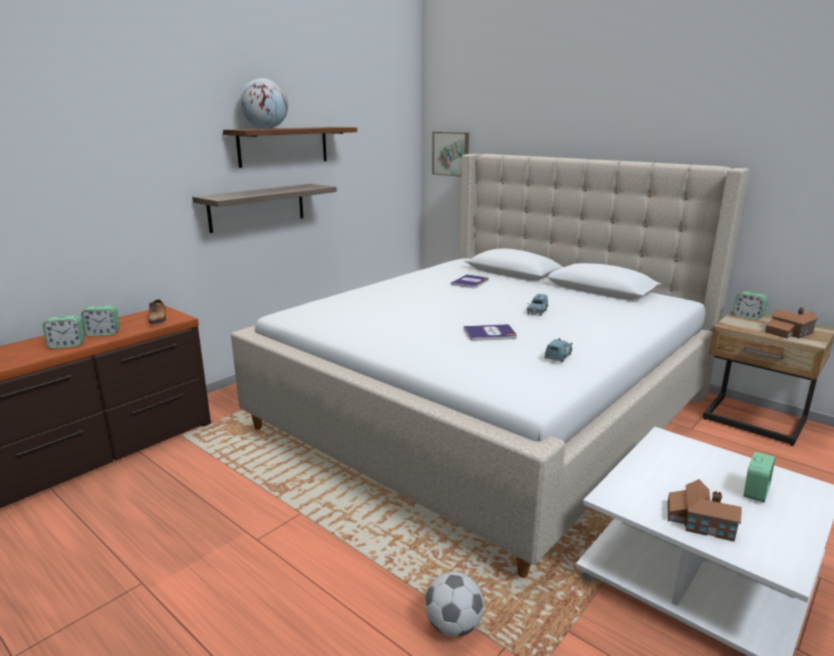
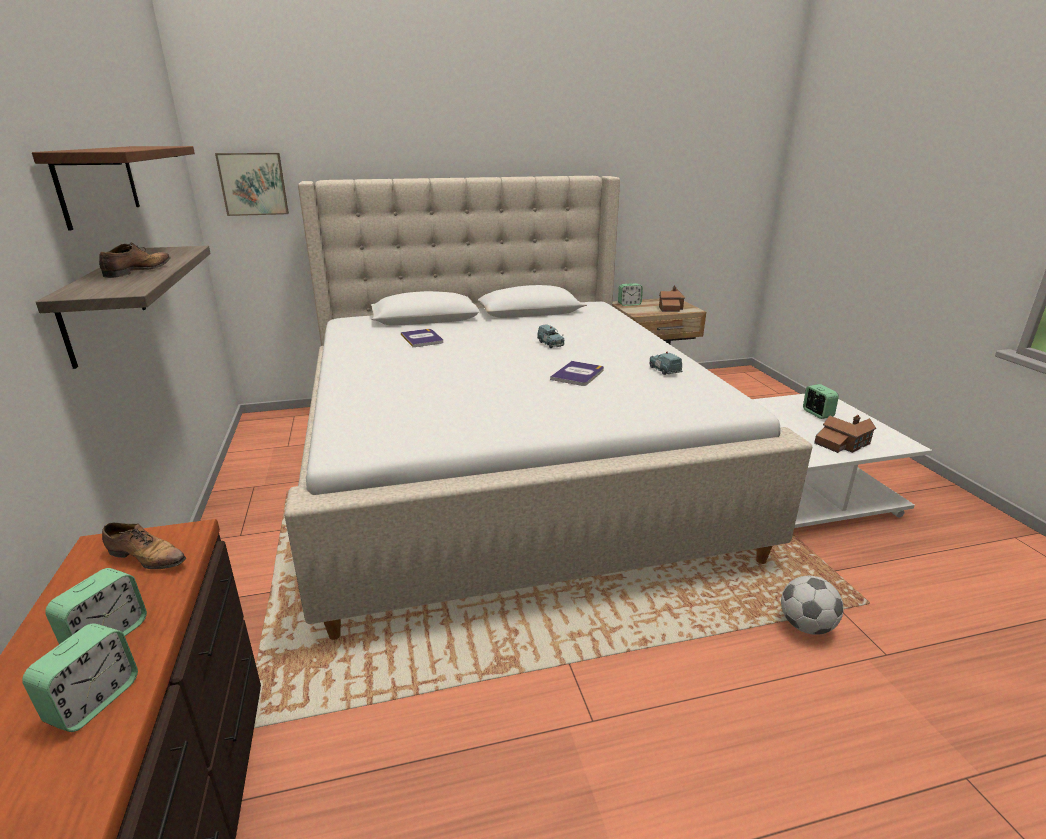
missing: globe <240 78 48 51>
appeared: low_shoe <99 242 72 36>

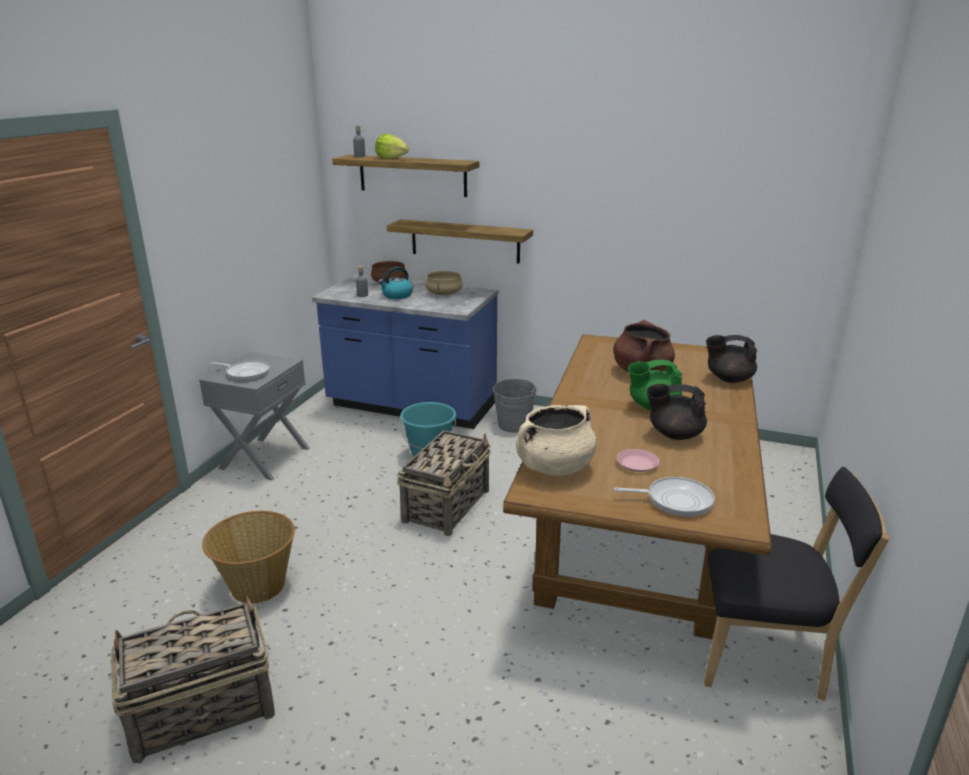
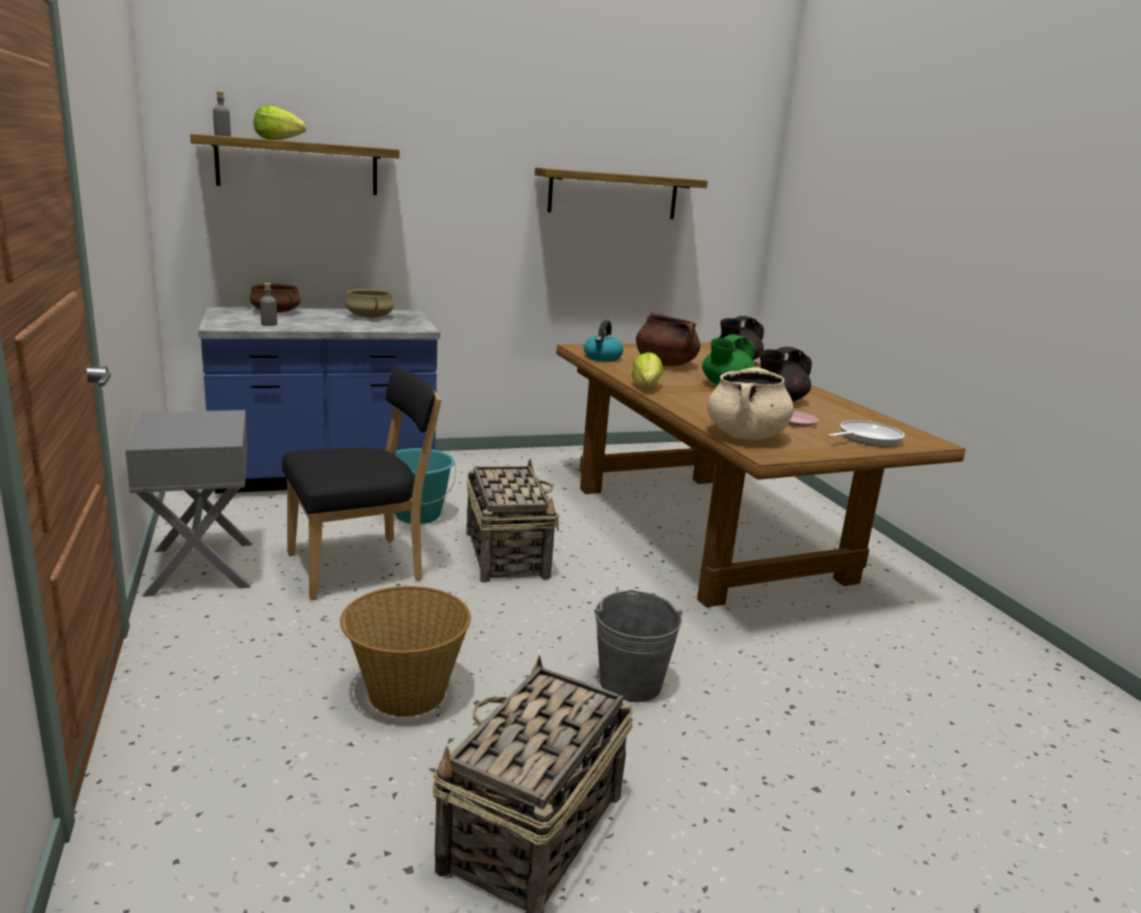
missing: pan <210 361 60 20>
appeared: head_of_lettuce <632 352 31 35>
relocated: bracket_shelf <387 219 146 45> to <535 168 173 51>; water_kettle <378 267 35 32> to <584 320 39 42>; grey_water_bucket <493 379 44 54> to <594 590 89 112>; blackish_plain_chair <697 467 192 234> to <282 367 160 233>

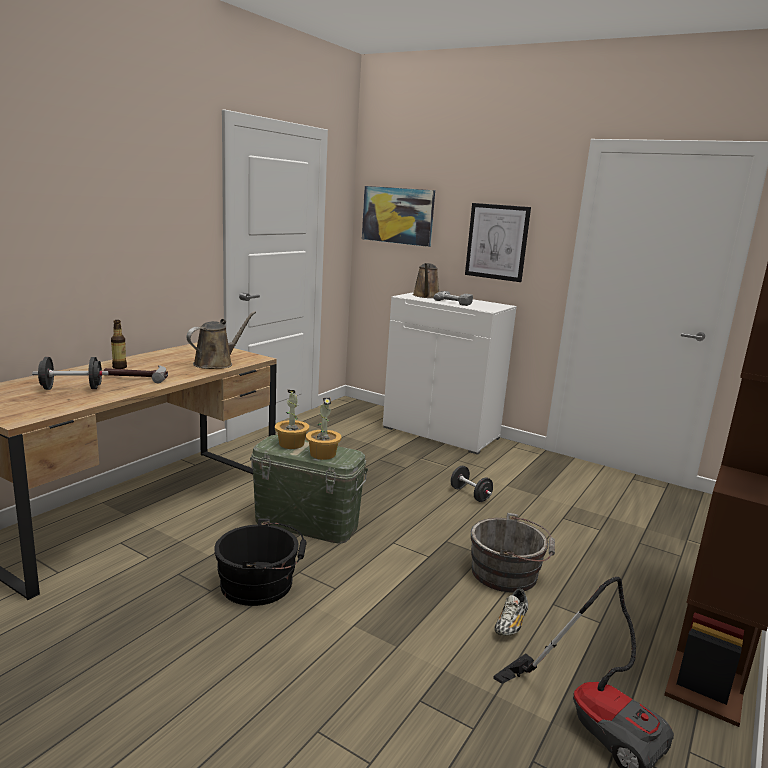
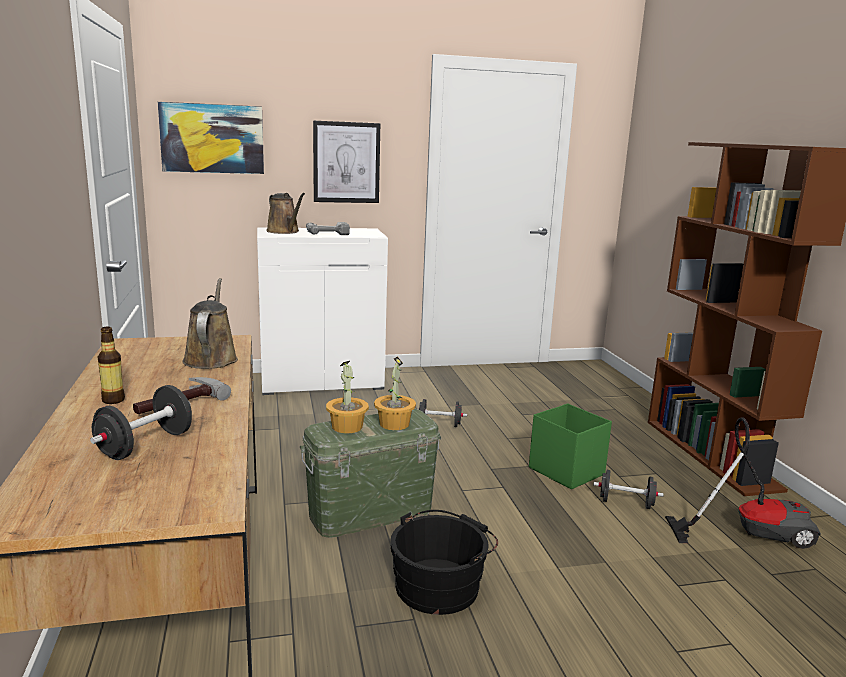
exchanged: grey_water_bucket <471 513 84 80> to green_storage_bin <529 403 83 86>; low_shoe <494 588 34 48> to blackish_hand_weight <593 470 70 39>

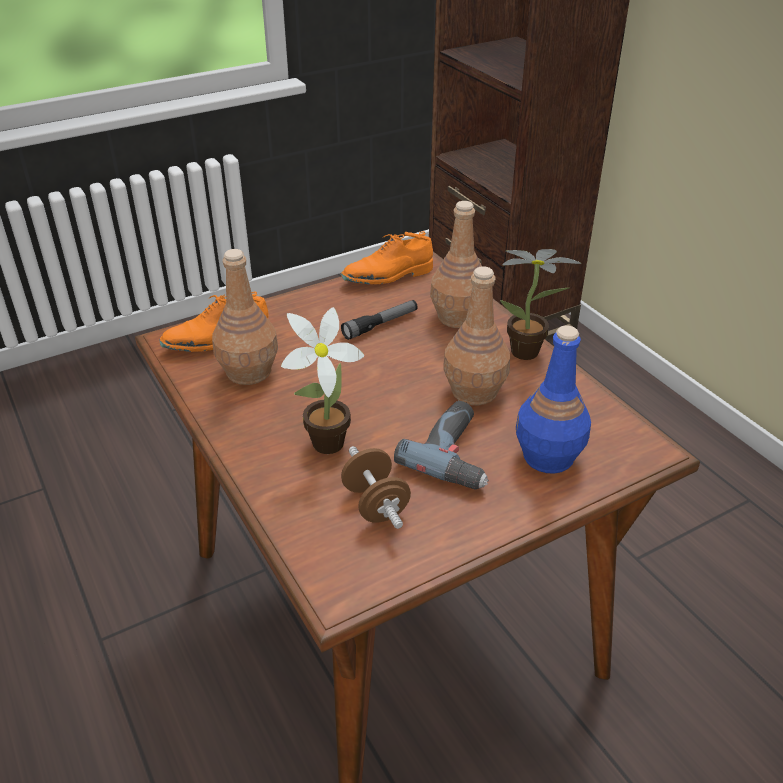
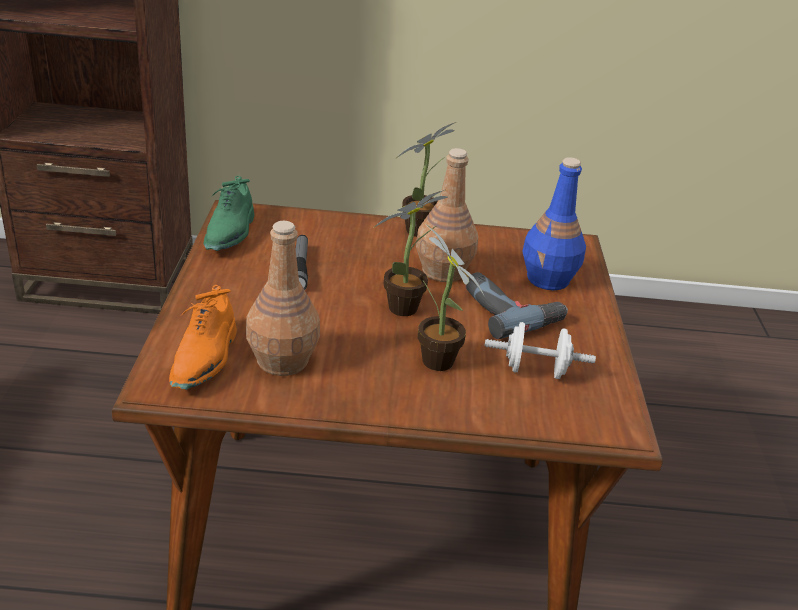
missing: brownish_beverage_bottle <430 201 52 127>
appeared: potted_plant <373 190 75 126>
colour: orange-coloured_low_shoe <341 231 92 53> to green_low_shoe <204 176 50 75>; brownish_hand_weight <341 446 70 83> to white_hand_weight <484 322 112 57>

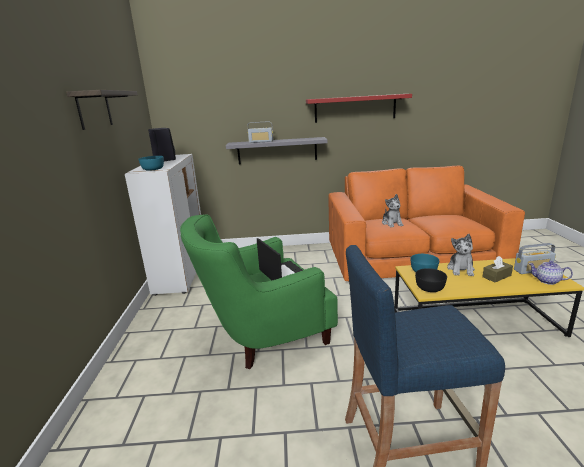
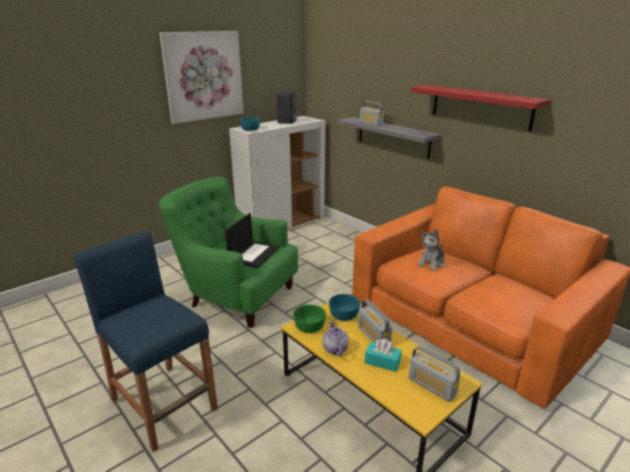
relocated: tea_pot <528 261 45 24> to <322 321 27 35>
exchanged: bracket_shelf <66 90 72 40> to wall_art <159 31 85 93>; soft_toy <447 234 28 42> to radio_set <358 299 34 44>
colour: brownish_tissue_holder <483 256 30 26> to turquoise_tissue_holder <365 339 37 33>; blackish_serving_bowl <415 268 32 24> to green_serving_bowl <293 305 33 28>

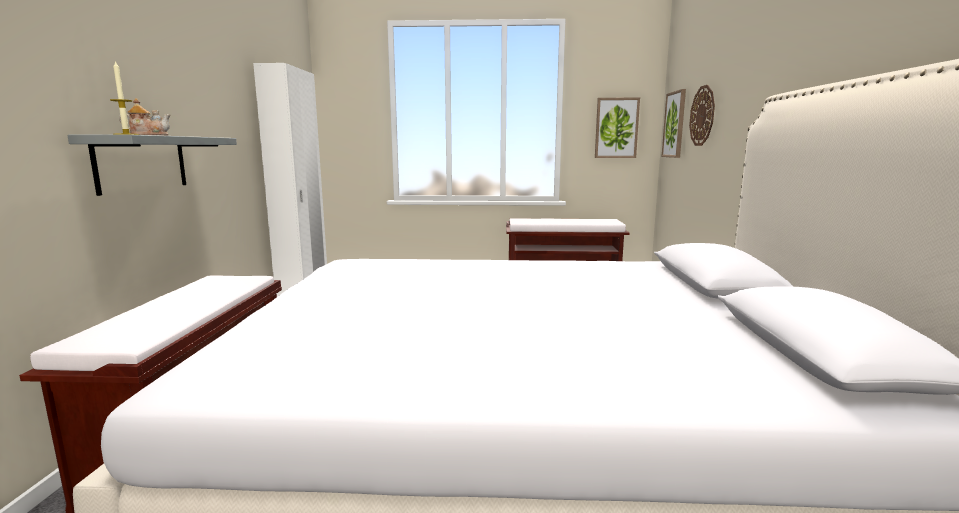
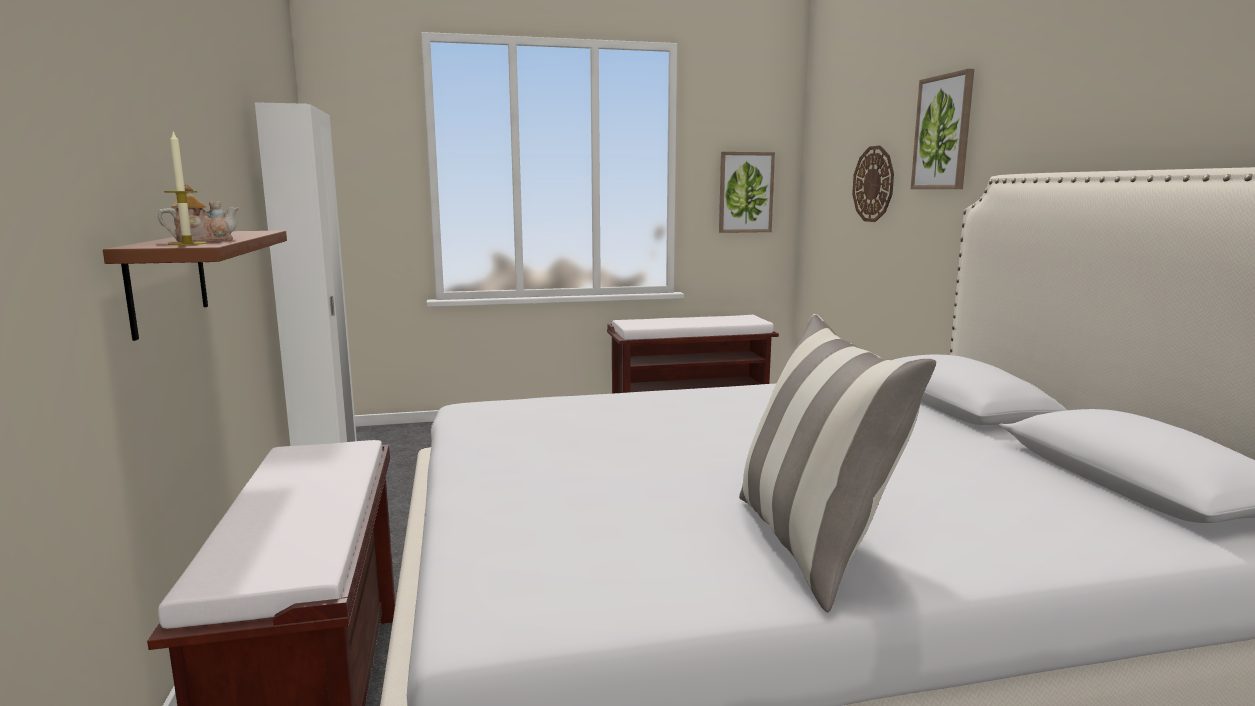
appeared: pillow <739 314 197 298>
relocated: wall_art <661 89 25 69> to <911 69 63 120>
colour: grey_bracket_shelf <67 135 170 61> to brownish_bracket_shelf <103 231 184 110>

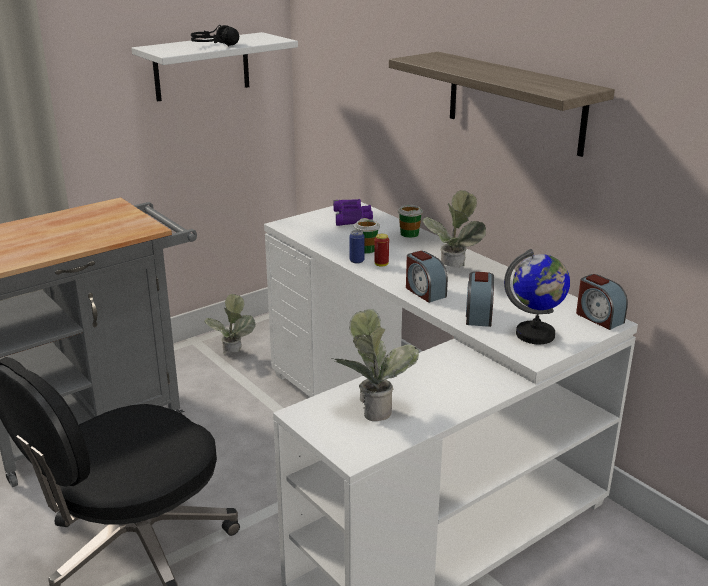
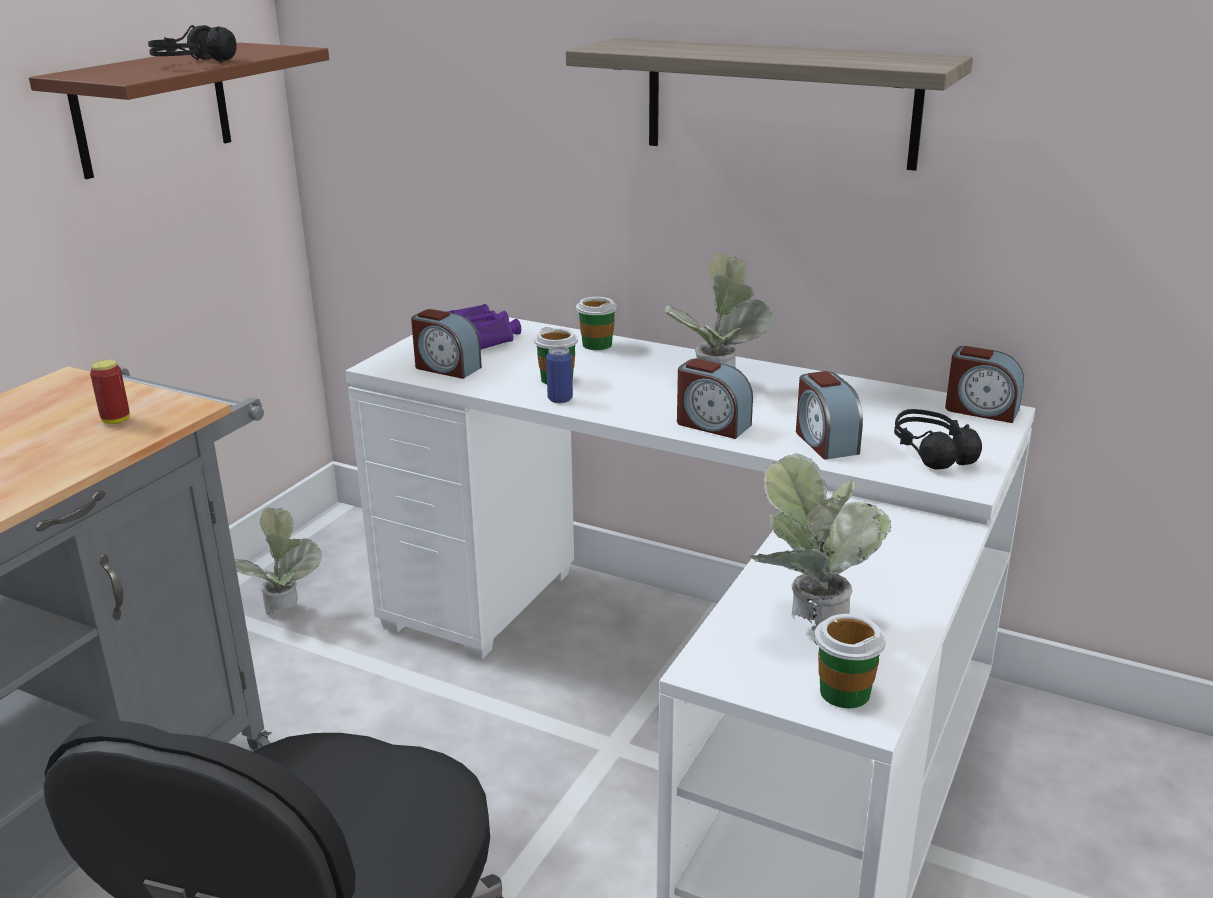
appeared: table_clock <411 309 71 70>; small_cup <815 614 71 94>
relocated: sealed_can <374 234 15 33> to <90 359 40 65>
exchanged: globe <504 249 66 95> to blackish_pair_of_headphones <894 409 88 61>
colour: white_bracket_shelf <131 32 167 70> to brownish_bracket_shelf <29 43 300 136>

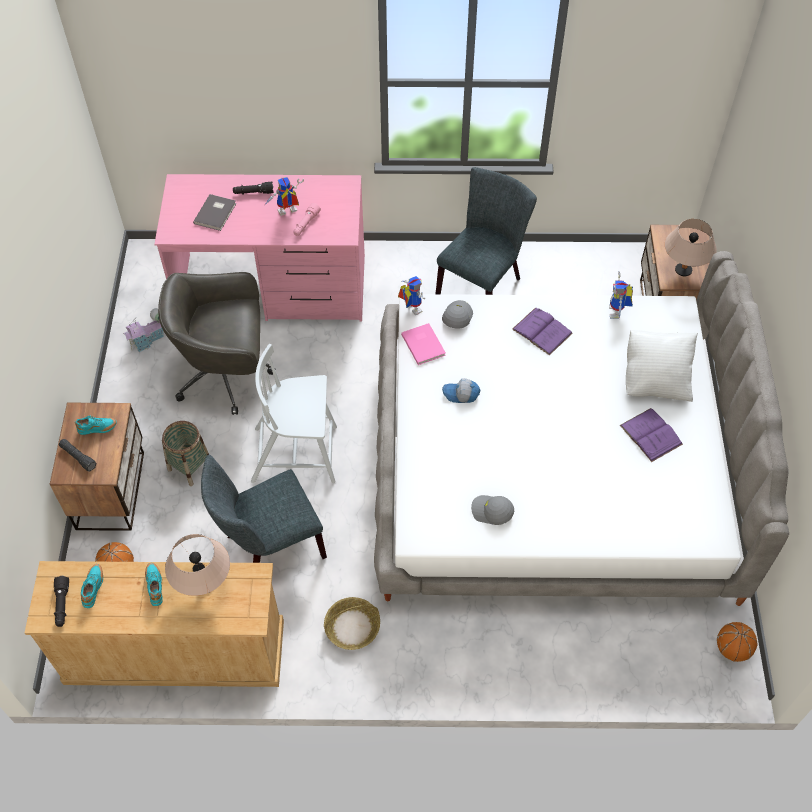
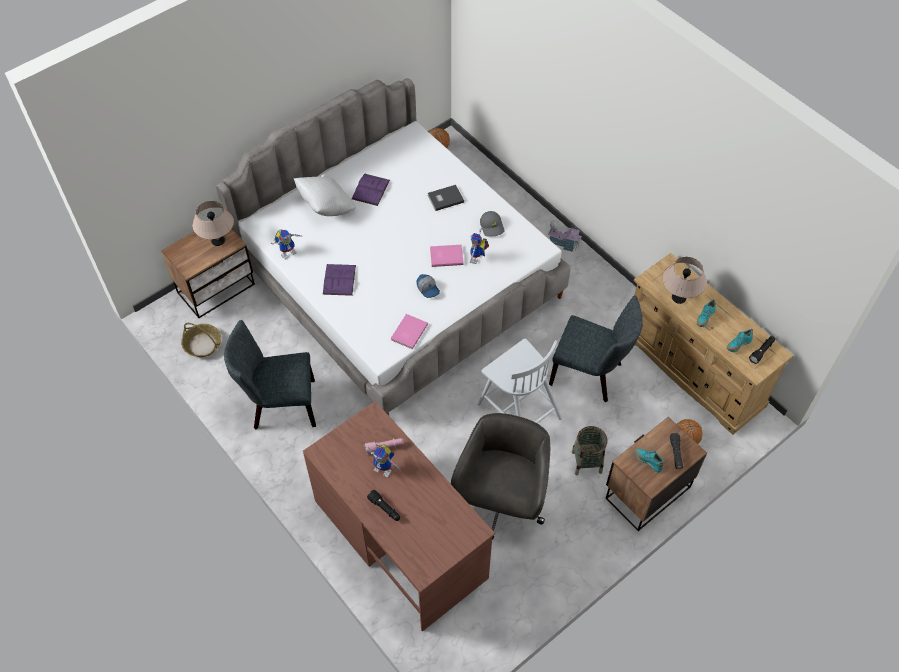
missing: grey_cap <442 300 31 28>
appeared: pink_bound_book <430 245 34 22>
relocated: grey_bound_book <193 194 43 37> to <428 185 36 26>; model_robot <398 276 27 39> to <470 227 19 37>; miniature_house <123 308 41 44> to <548 220 34 32>; basket <324 597 56 53> to <181 323 40 34>
colour: pink_desk <154 174 211 148> to brownish_desk <303 401 192 231>
spun: grey_desk_chair <158 272 118 143> = <451 413 99 127> 120 degrees counterclockwise

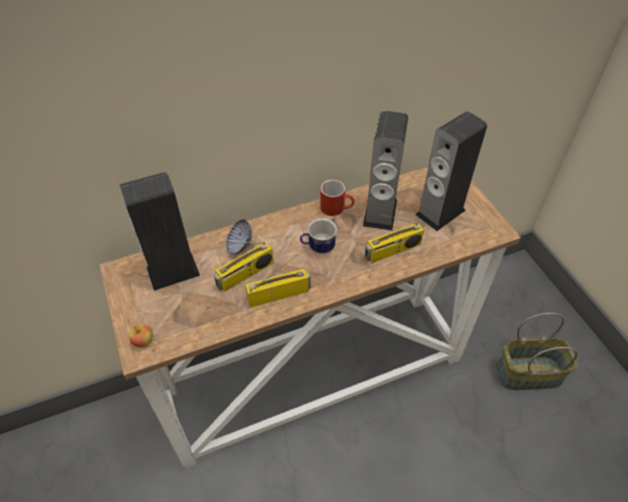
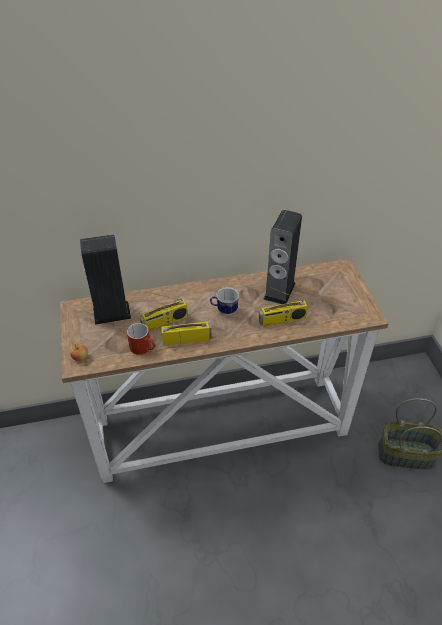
missing: speaker <415 111 72 120>; serving_bowl <226 219 26 36>
relocated: red-coloured_coffee_mug <320 180 35 36> to <127 323 28 32>

